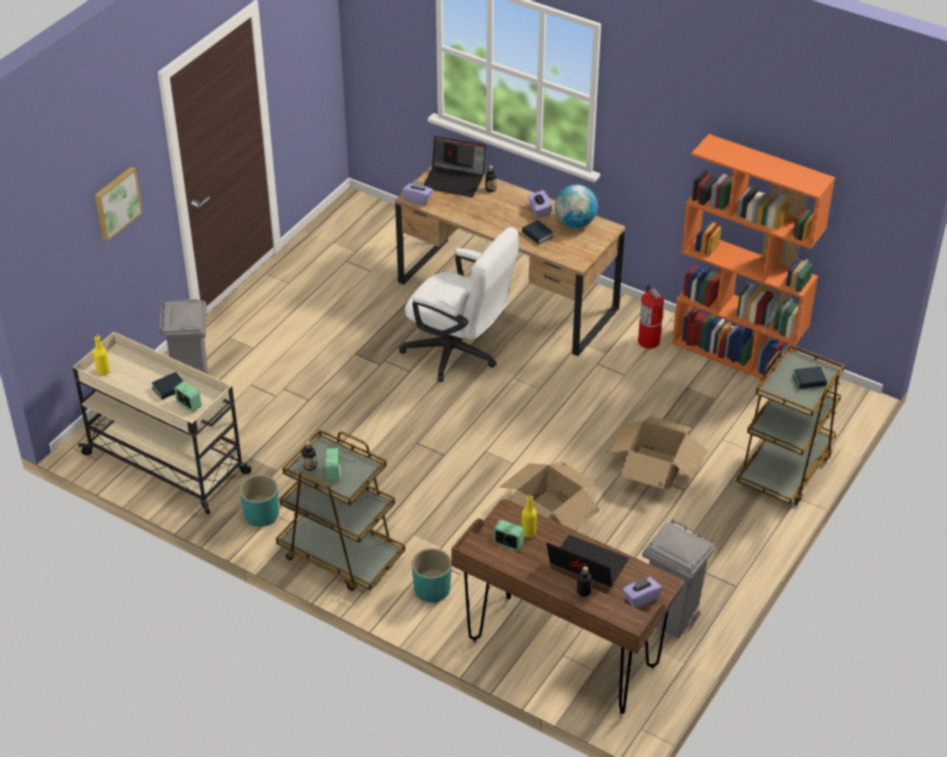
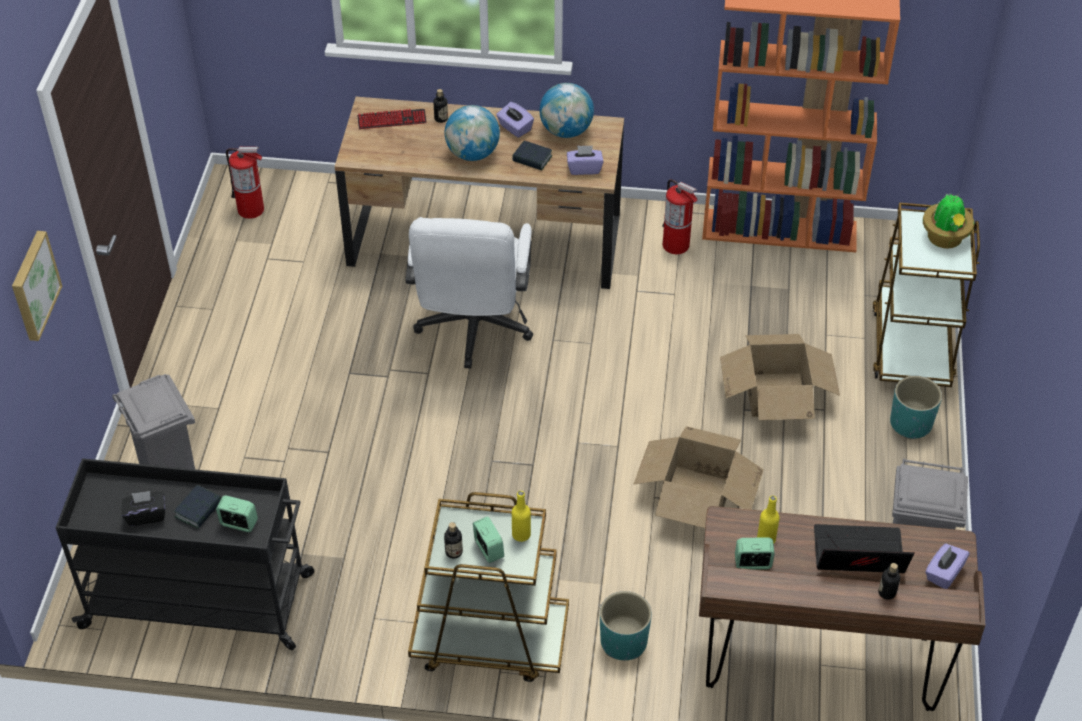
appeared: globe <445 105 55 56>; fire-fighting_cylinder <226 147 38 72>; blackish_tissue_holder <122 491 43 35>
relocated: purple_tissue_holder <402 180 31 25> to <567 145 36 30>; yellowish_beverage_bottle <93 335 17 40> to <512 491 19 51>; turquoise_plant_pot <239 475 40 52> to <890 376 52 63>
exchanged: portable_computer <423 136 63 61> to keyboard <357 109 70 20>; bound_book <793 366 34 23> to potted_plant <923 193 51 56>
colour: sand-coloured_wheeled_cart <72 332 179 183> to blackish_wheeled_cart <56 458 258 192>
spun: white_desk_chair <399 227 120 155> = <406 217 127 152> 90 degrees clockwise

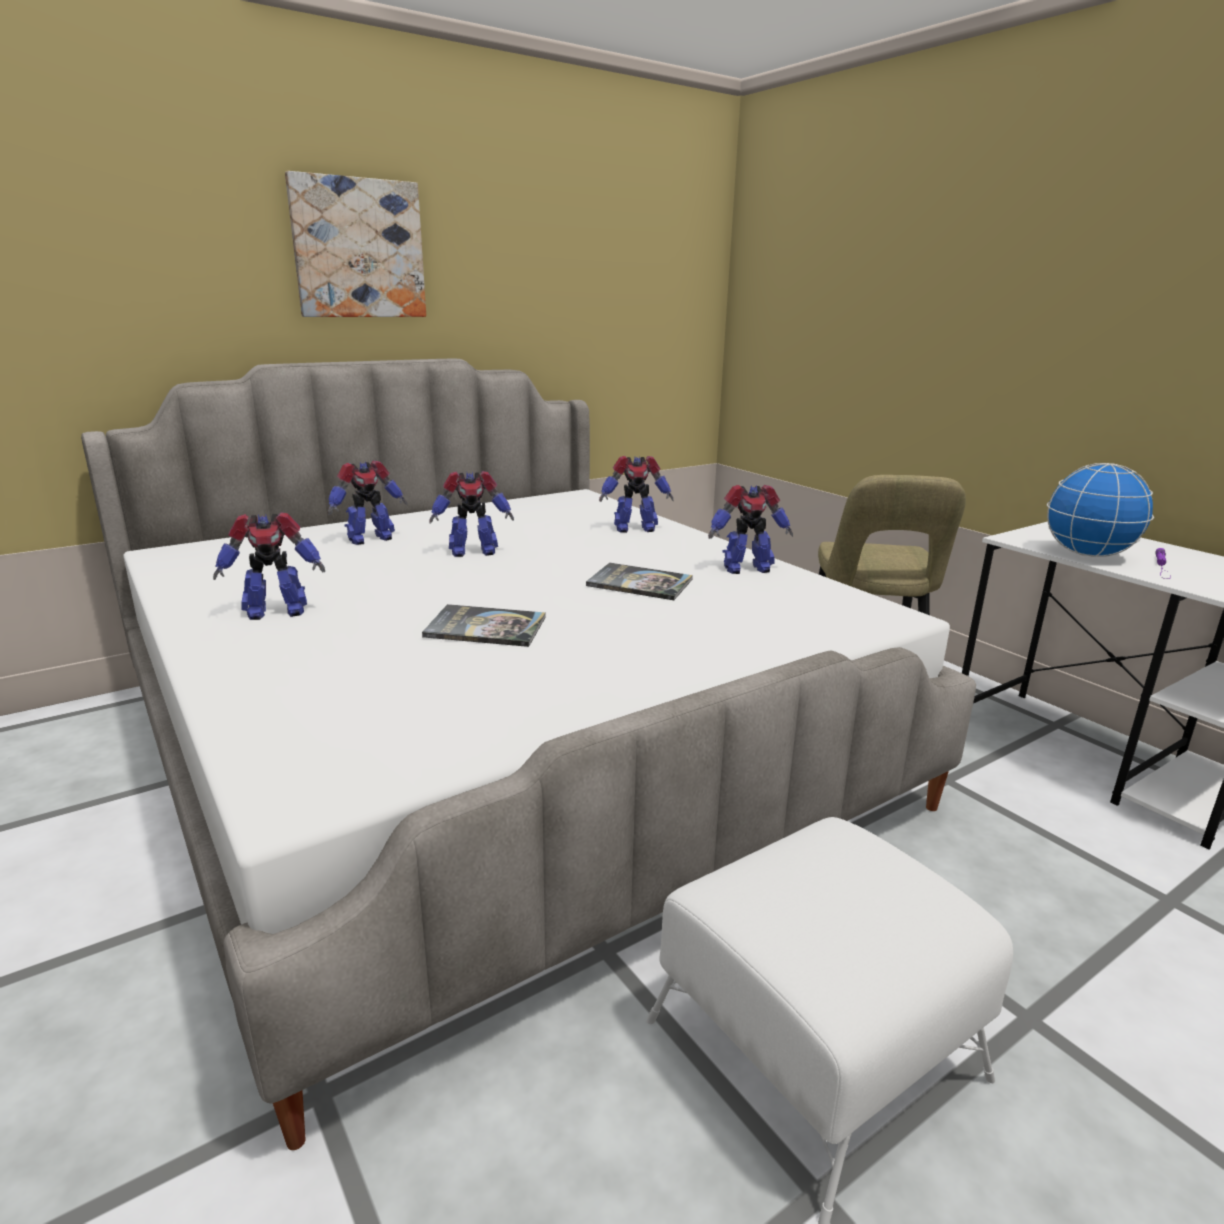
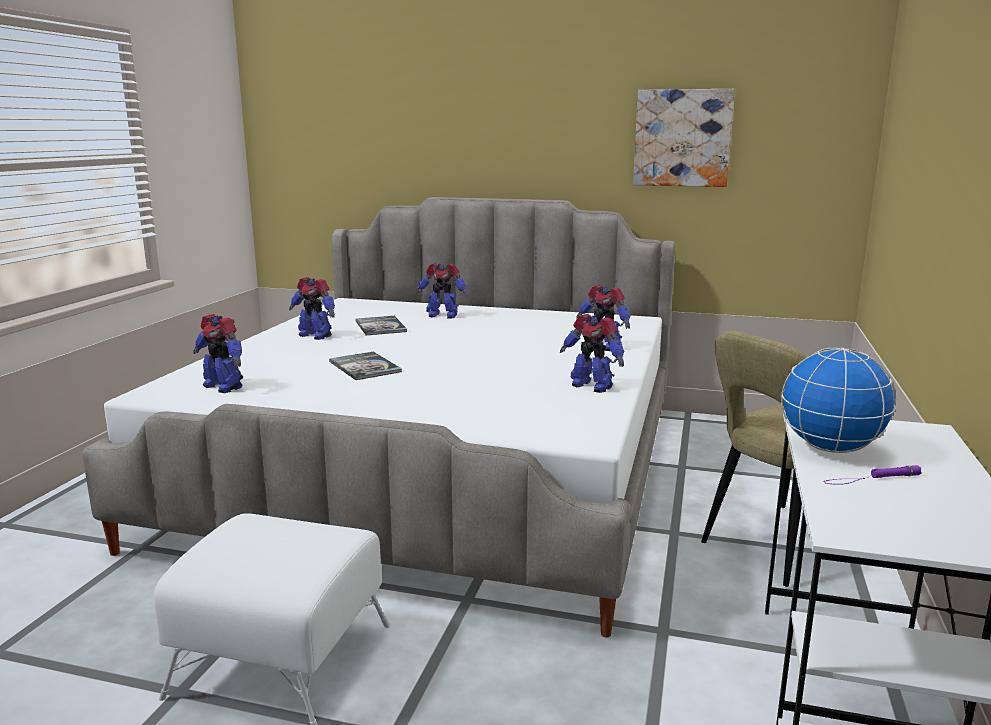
relocated: wall_art <285 171 141 146> to <633 89 102 98>; model_robot <430 471 84 86> to <193 314 50 79>; bound_book <586 563 107 37> to <356 316 51 19>

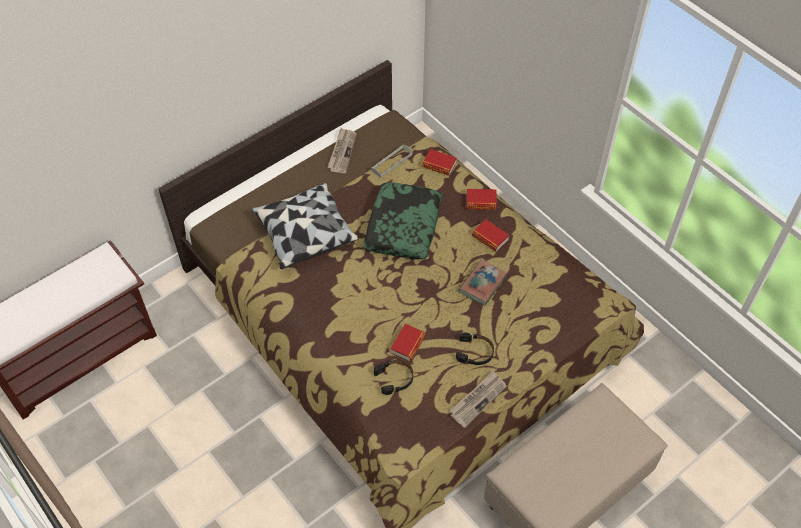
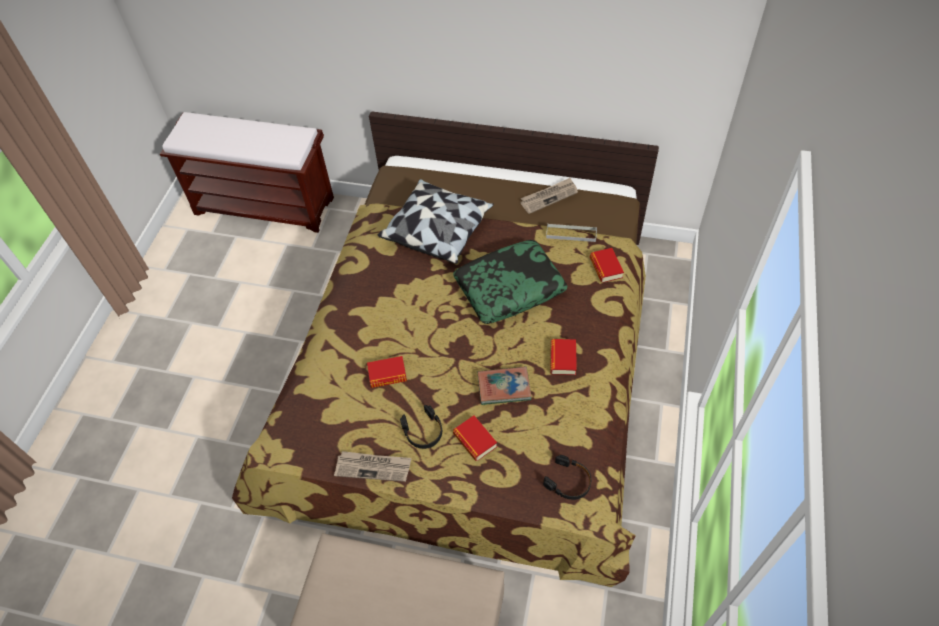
relocated: bound_book <466 189 31 21> to <453 416 44 45>; blackish_pair_of_headphones <374 360 39 35> to <543 455 48 45>

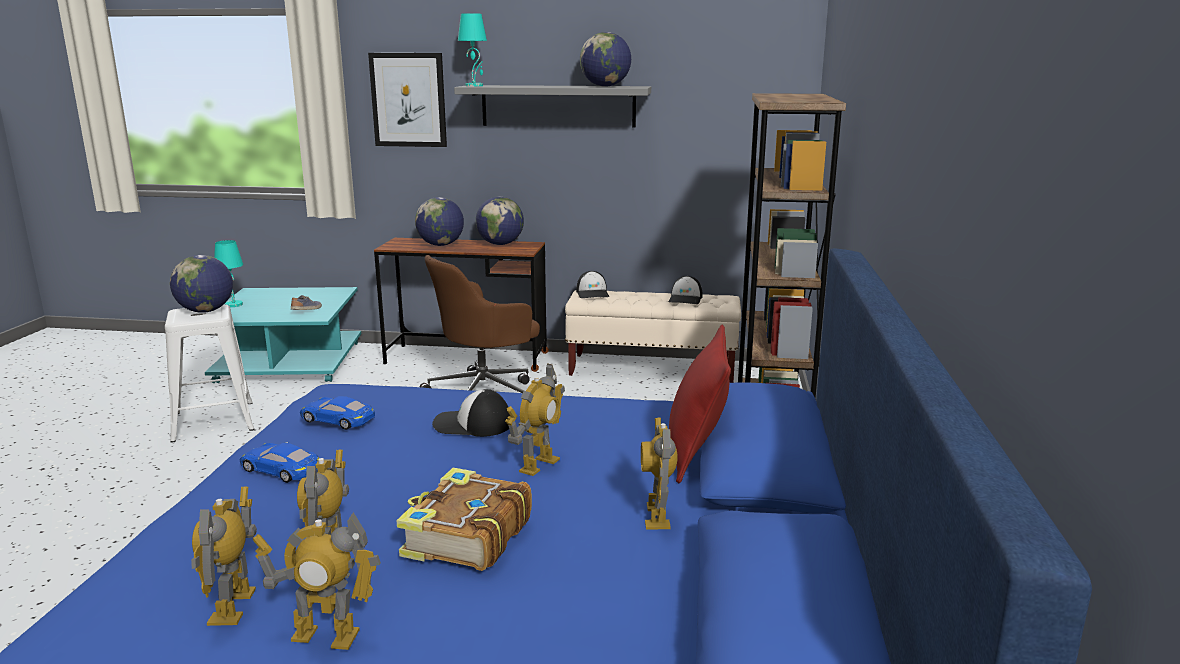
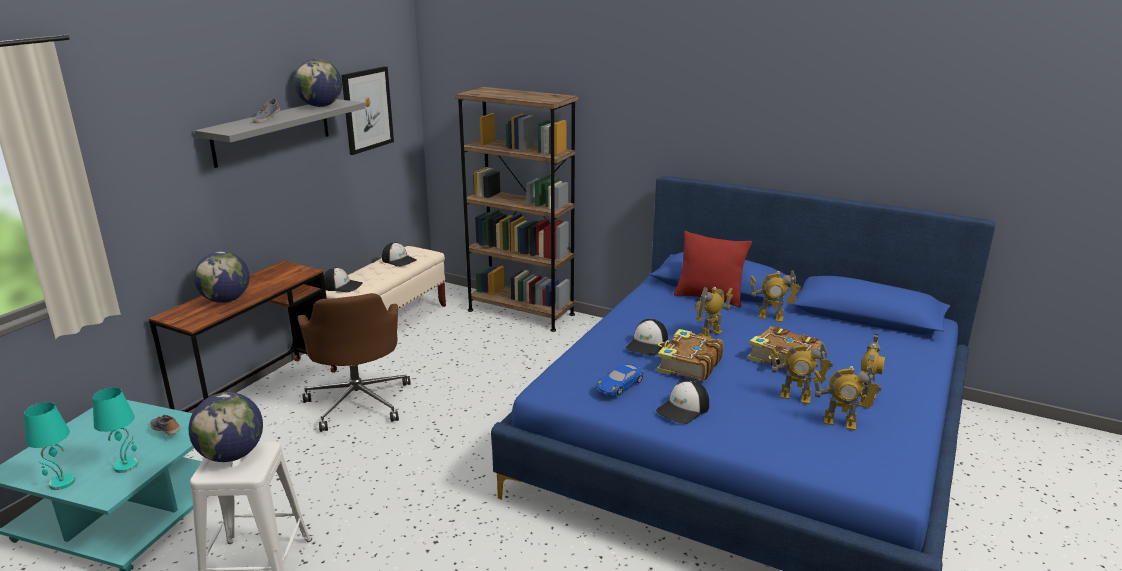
missing: globe <476 197 48 48>
appeared: low_shoe <253 98 27 25>; bound_book <657 329 66 52>
relocated: turquoise_table_lamp <458 13 29 73> to <93 387 45 86>; wall_art <368 53 79 94> to <341 66 53 89>
exchanged: blue_model_car <240 442 79 41> to cap <656 379 53 45>
spun: model_robot <505 363 60 113> = <694 287 39 51> 90 degrees counterclockwise

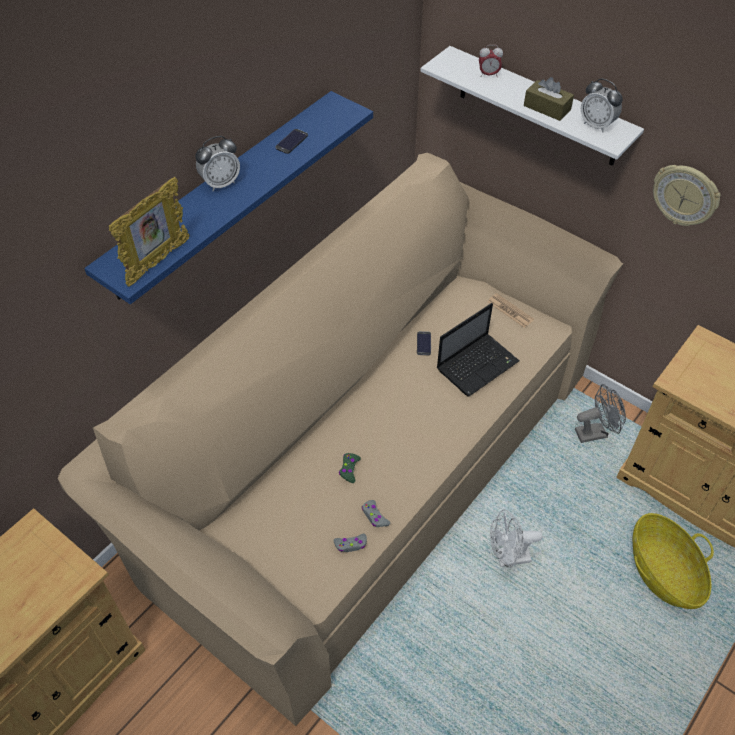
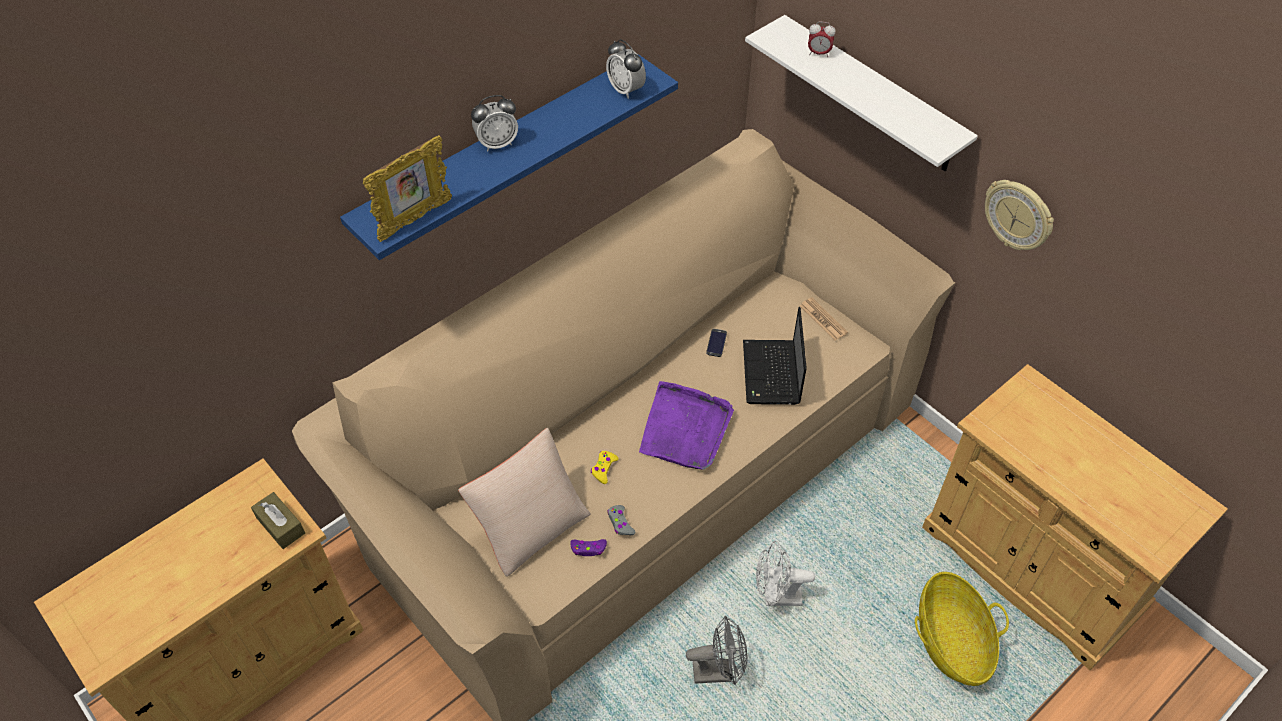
missing: phone <275 129 33 25>
appeared: purple_serving_tray <639 381 95 89>; sand-coloured_pillow <458 428 133 149>
relocated: brownish_tissue_holder <524 77 50 44> to <251 492 54 57>; table_clock <581 79 42 54> to <606 39 40 60>; grey_fan <575 384 51 59> to <686 616 61 69>
colour: green_gamepad <339 453 22 30> to yellowish_gamepad <591 451 28 33>; grey_gamepad <333 534 34 18> to purple_gamepad <570 539 37 17>
spun: portable_computer <437 303 83 94> = <743 307 64 98> 120 degrees clockwise

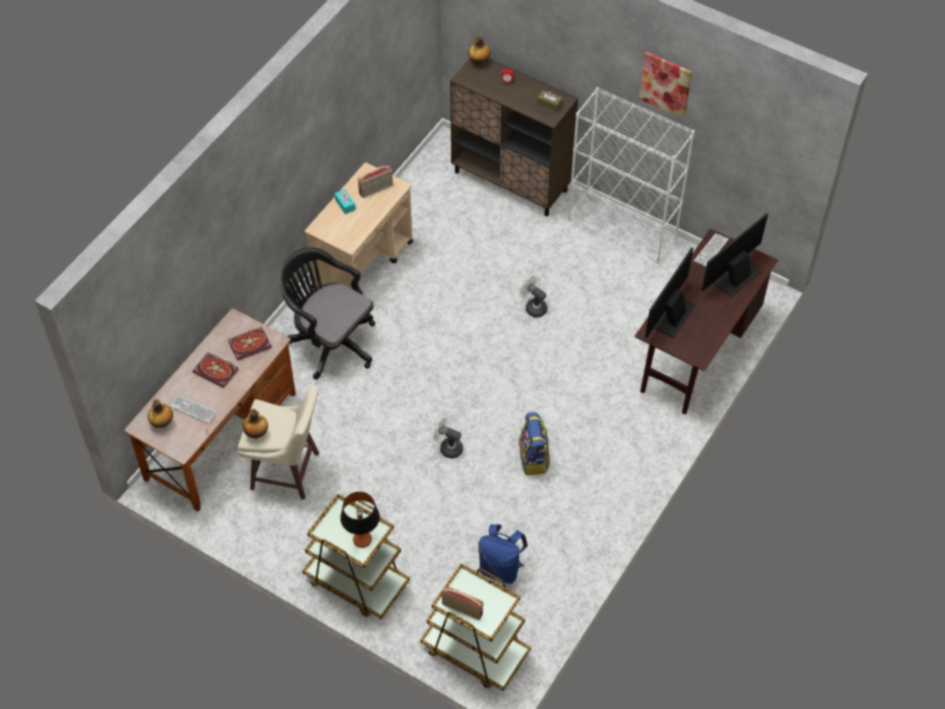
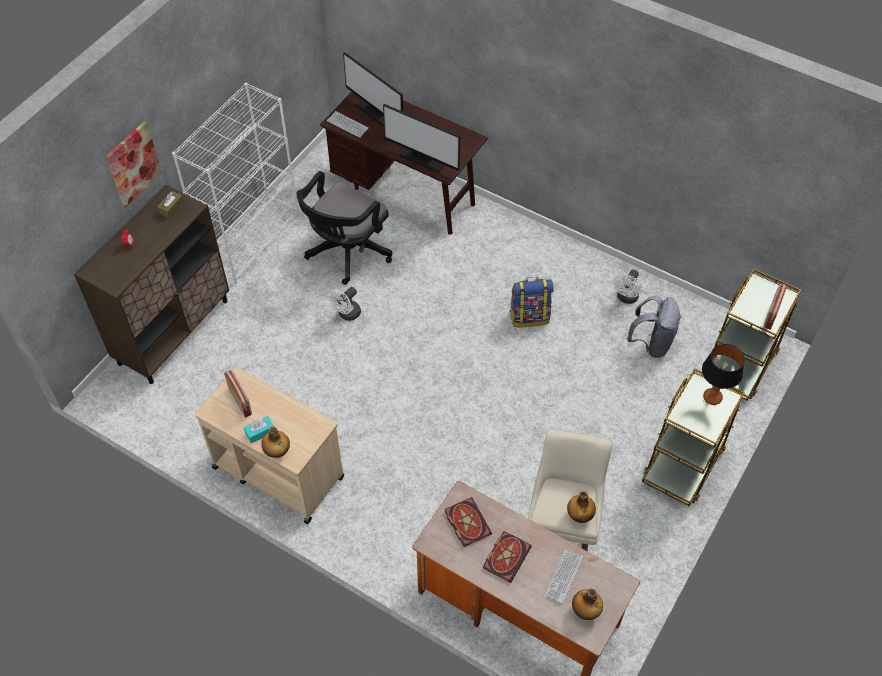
relocated: beverage_bottle <468 35 22 30> to <261 426 29 32>; wall_art <639 52 53 67> to <106 121 56 86>; blackish_desk_chair <279 247 96 132> to <296 171 96 114>; white_fan <432 415 31 44> to <614 270 28 34>
colour: blue_rucksack <478 524 50 60> to grey_rucksack <627 295 54 63>

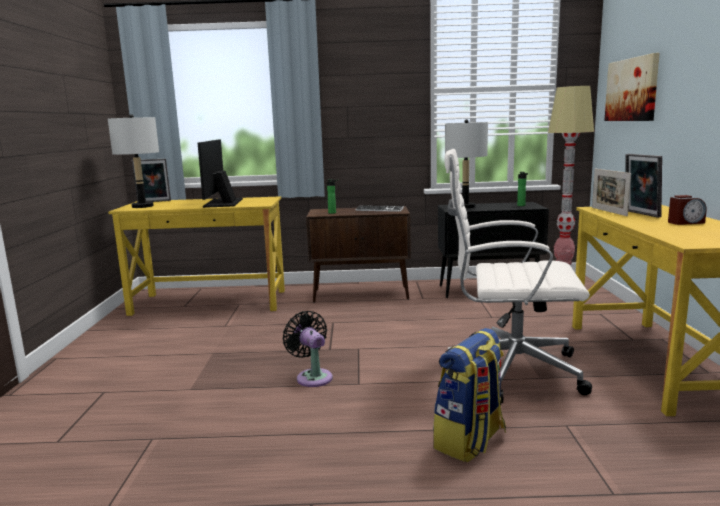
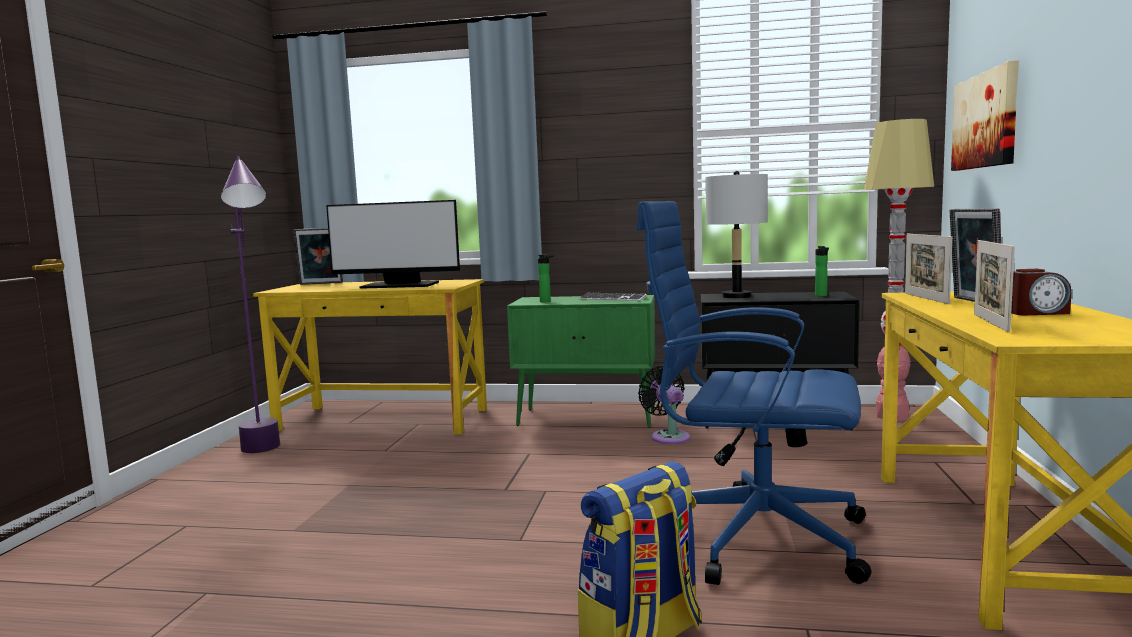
missing: grey_table_lamp <108 114 51 94>
appeared: purple_floor_lamp <221 156 59 297>; photo_frame <974 240 41 93>
relocated: blackish_fan <283 311 50 76> to <638 366 52 78>
colour: white_desk_chair <439 149 153 254> to blue_desk_chair <636 201 235 384>; brownish_cabinet <306 206 105 97> to green_cabinet <507 295 149 133>
spun: computer_screen <198 139 45 69> = <326 200 134 89> 90 degrees counterclockwise

